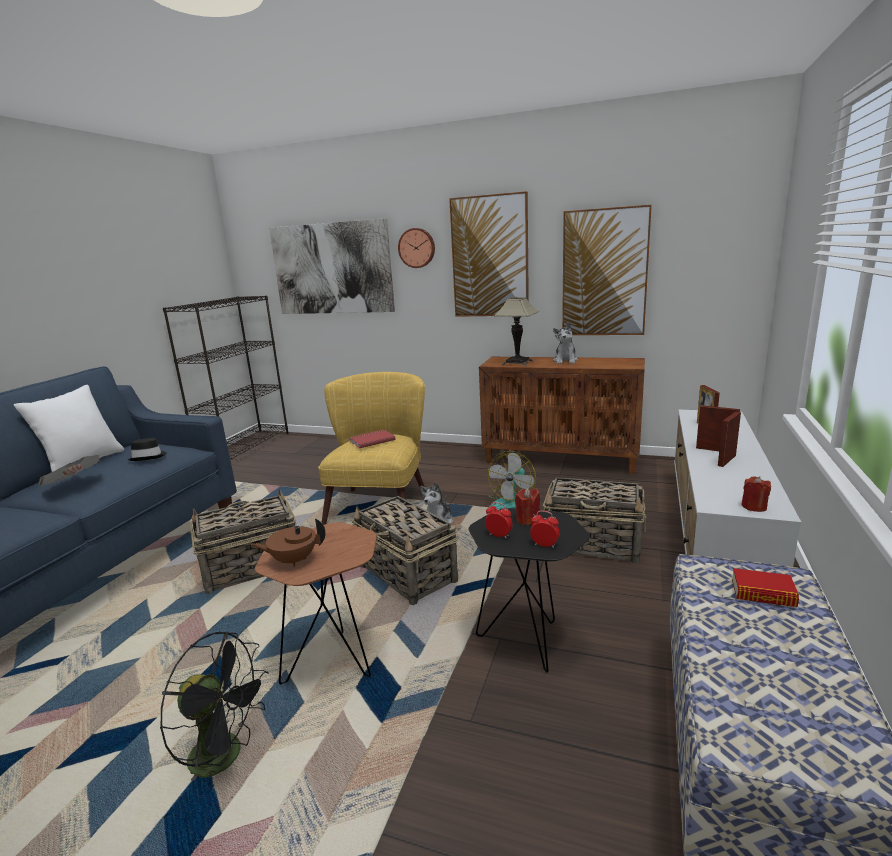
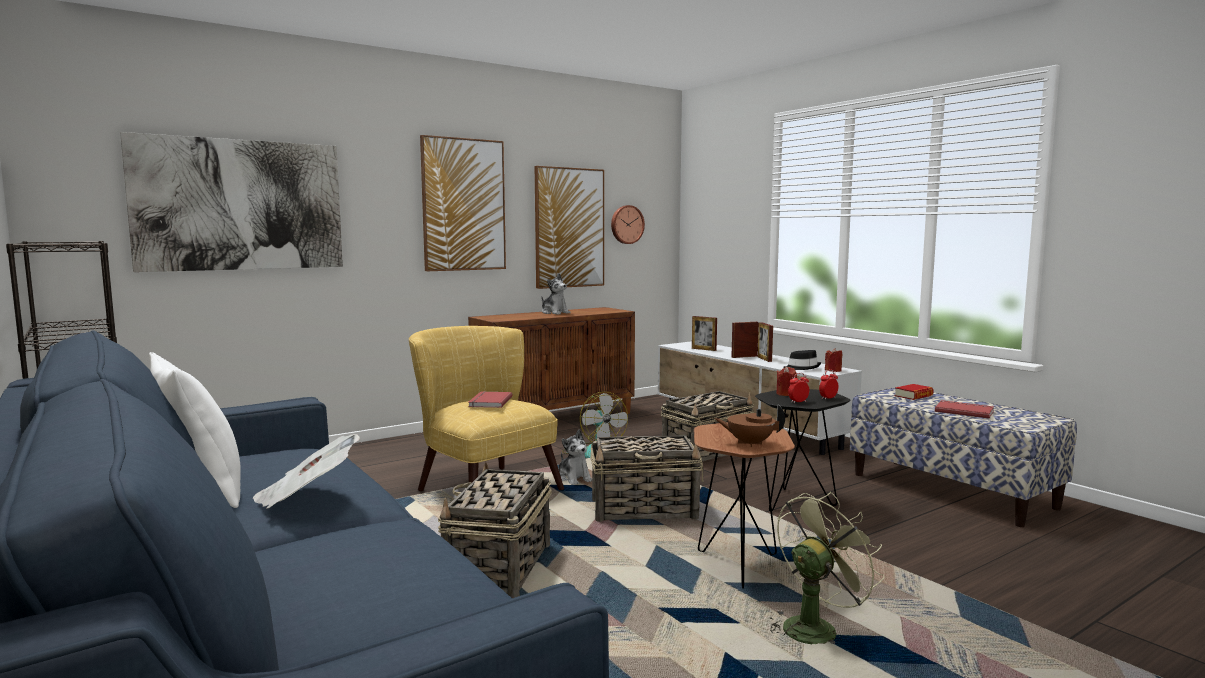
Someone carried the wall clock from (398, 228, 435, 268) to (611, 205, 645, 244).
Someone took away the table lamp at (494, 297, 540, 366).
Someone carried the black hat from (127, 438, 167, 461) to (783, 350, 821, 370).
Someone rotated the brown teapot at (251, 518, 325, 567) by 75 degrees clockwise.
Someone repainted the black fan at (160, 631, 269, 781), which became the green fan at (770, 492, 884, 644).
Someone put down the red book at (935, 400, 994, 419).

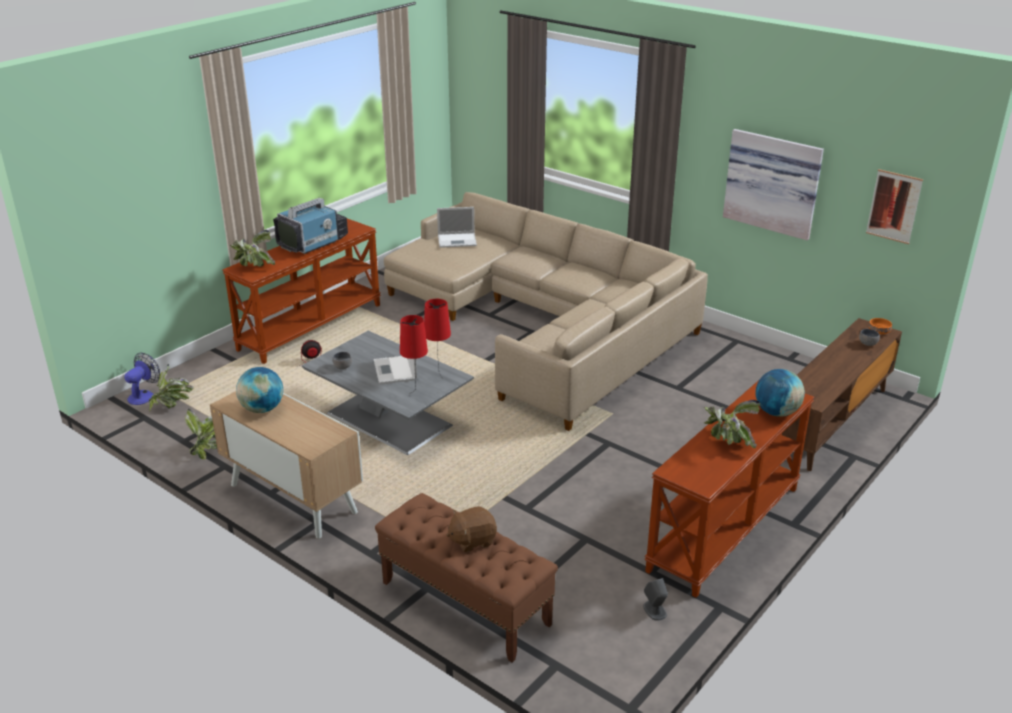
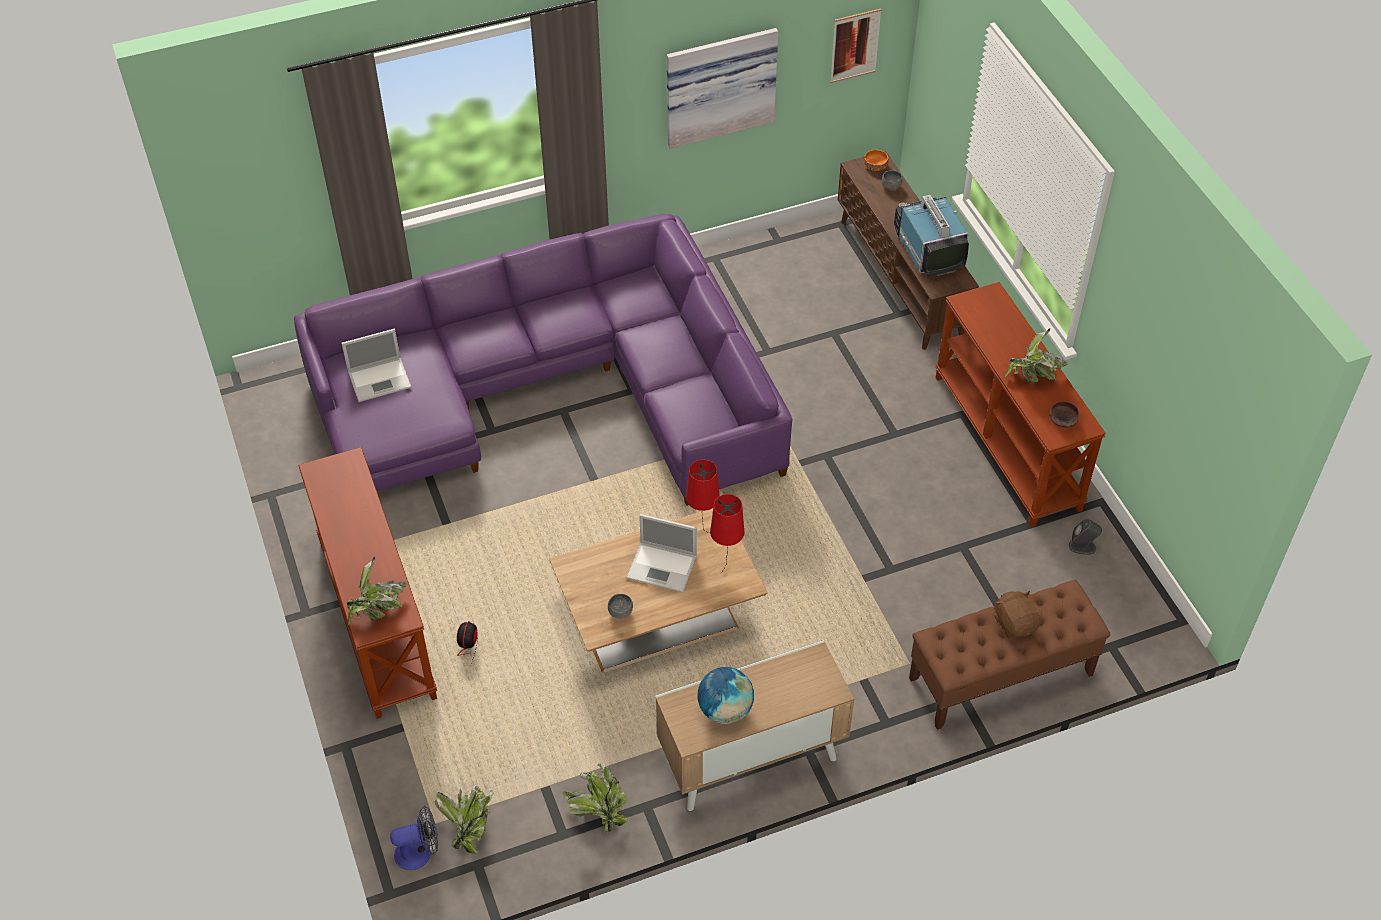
Someone repainted the beige sofa at (384, 192, 708, 431), which became the purple sofa at (294, 214, 793, 506).
Someone carried the television from (273, 198, 348, 254) to (894, 195, 969, 276).
Someone rotated the laptop at (437, 207, 477, 248) by 45 degrees clockwise.
Someone repainted the grey coffee table at (302, 331, 474, 455), which became the brown coffee table at (549, 508, 768, 673).
Someone rotated the fan at (124, 352, 160, 405) by 105 degrees clockwise.
Someone took away the globe at (755, 369, 805, 417).
Someone rotated the brown plush toy at (446, 506, 497, 553) by 150 degrees clockwise.
Someone put down the brown bowl at (1050, 401, 1079, 428).

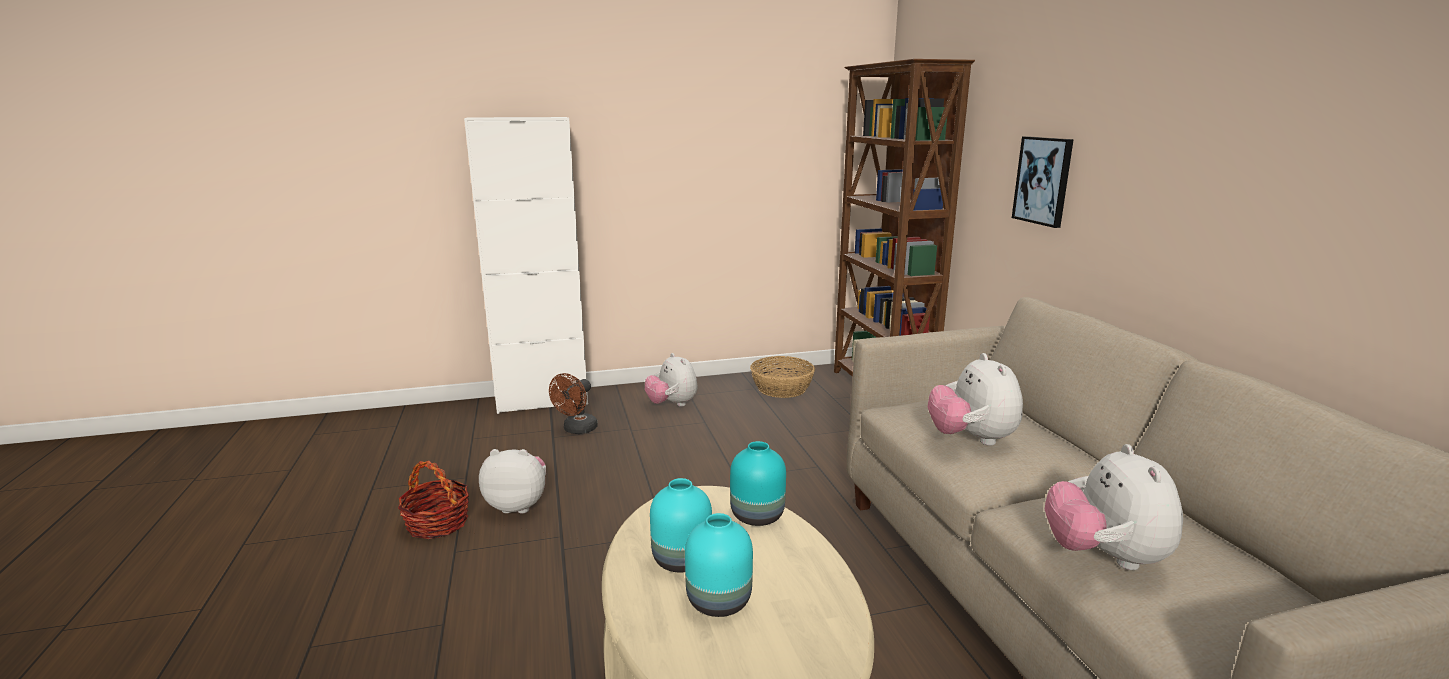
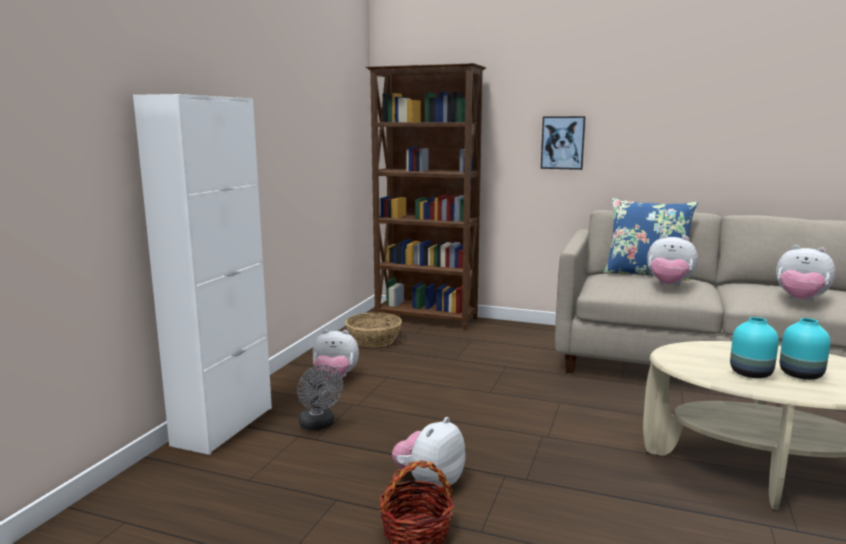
Someone repainted the brown fan at (549, 373, 598, 434), which became the grey fan at (297, 365, 343, 430).
Someone took away the turquoise vase at (730, 441, 786, 526).
Someone put down the blue pillow at (603, 198, 698, 281).

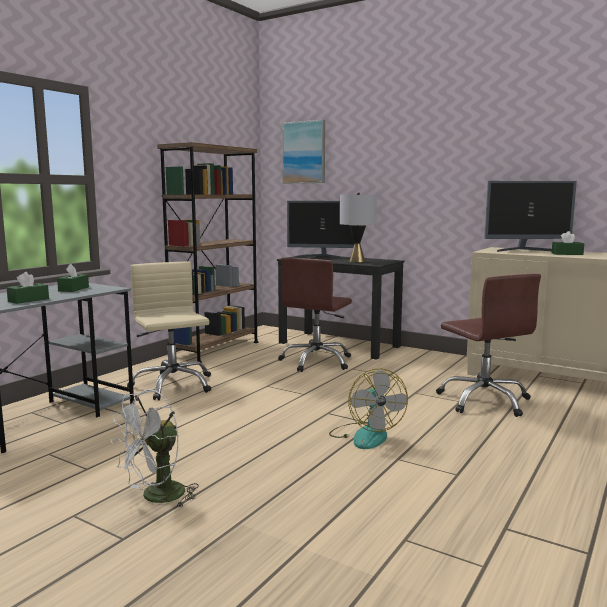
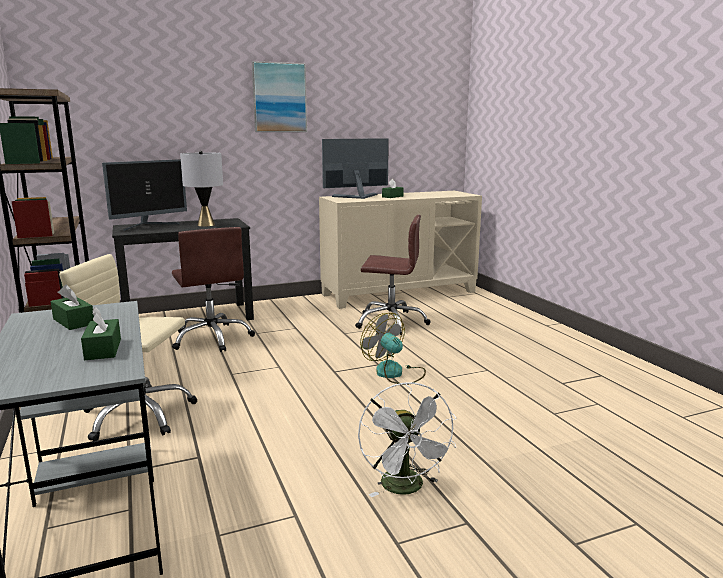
Someone carried the picture from (282, 120, 325, 183) to (252, 61, 307, 132).
Someone rotated the monitor at (485, 181, 577, 252) by 150 degrees counterclockwise.
Someone rotated the fan at (329, 369, 408, 449) by 150 degrees counterclockwise.

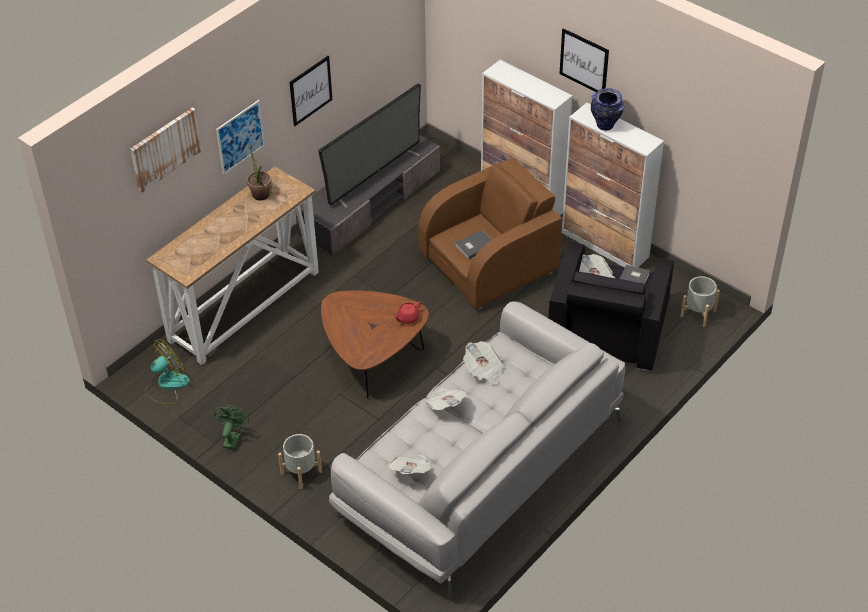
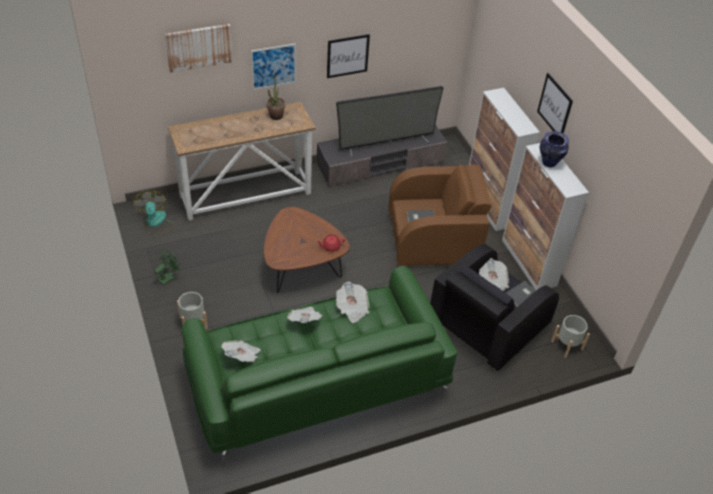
Someone repainted the grey sofa at (329, 301, 625, 597), which became the green sofa at (182, 266, 458, 468).
Someone rotated the fan at (145, 339, 190, 404) by 90 degrees counterclockwise.

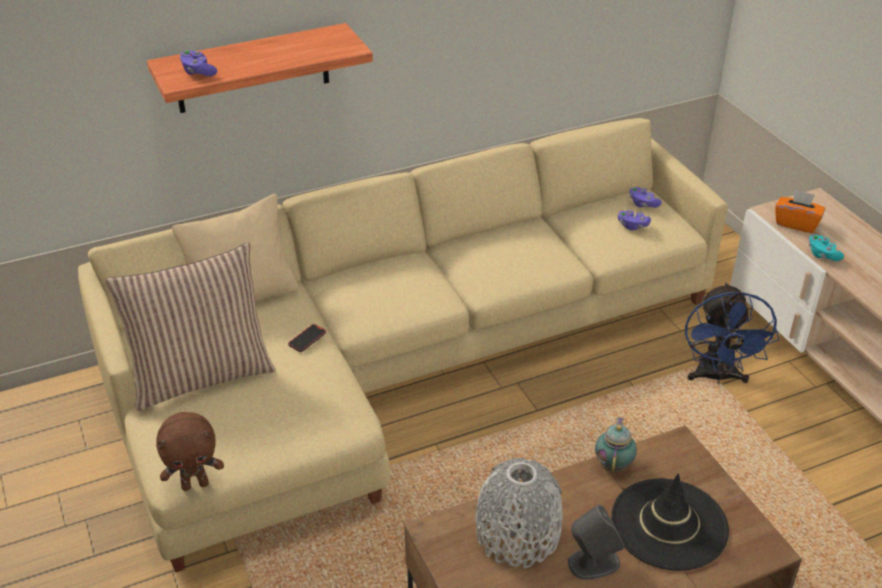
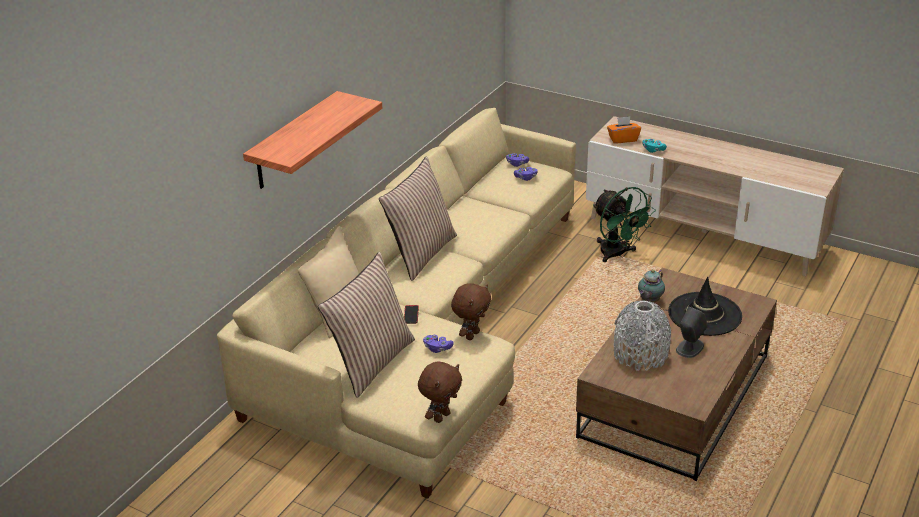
Someone carried the purple game controller from (180, 50, 217, 76) to (423, 335, 454, 353).
Someone repainted the blue fan at (685, 282, 780, 384), which became the green fan at (593, 187, 656, 262).
Someone rotated the teapot at (595, 417, 637, 473) by 120 degrees counterclockwise.
Someone put down the pillow at (379, 157, 457, 281).
Someone put down the brown plush toy at (451, 283, 491, 340).

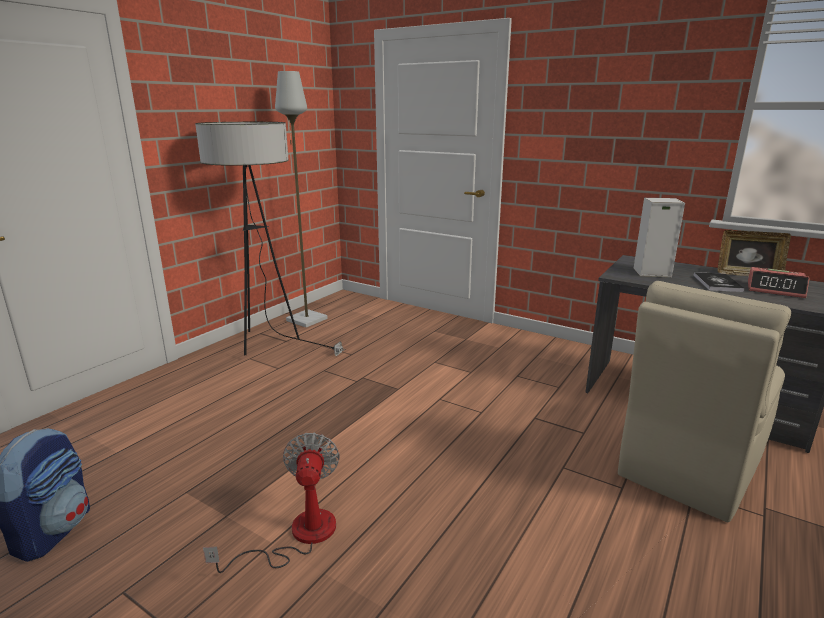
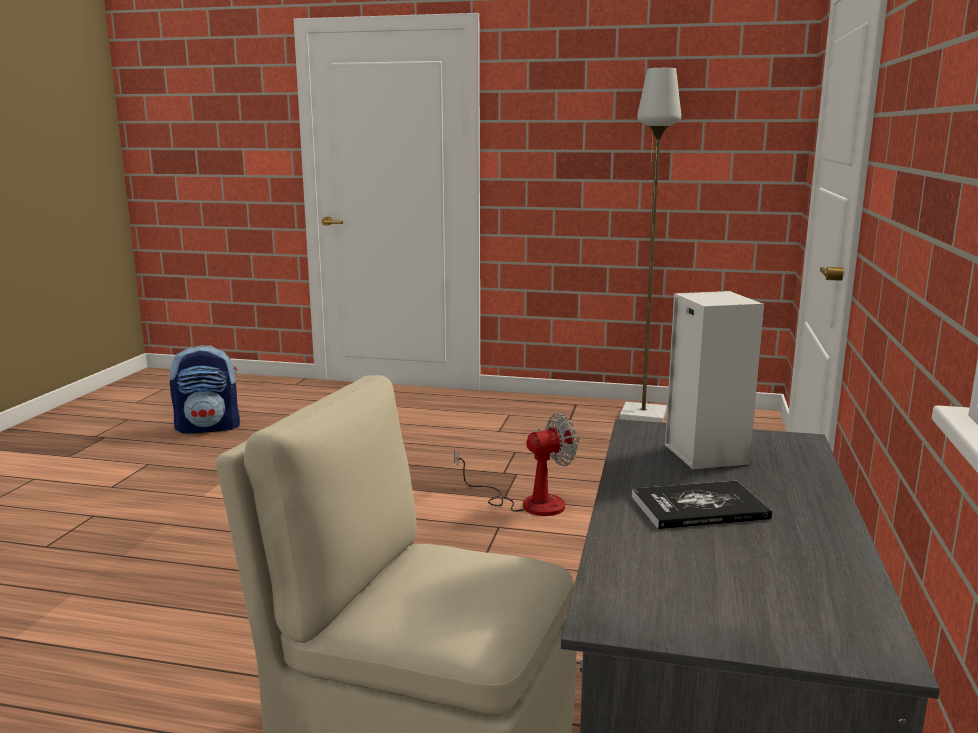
Someone took away the floor lamp at (195, 122, 346, 356).
Someone took away the picture frame at (718, 230, 791, 276).
Someone took away the alarm clock at (748, 267, 810, 298).
Someone carried the fan from (203, 433, 340, 573) to (454, 413, 578, 516).

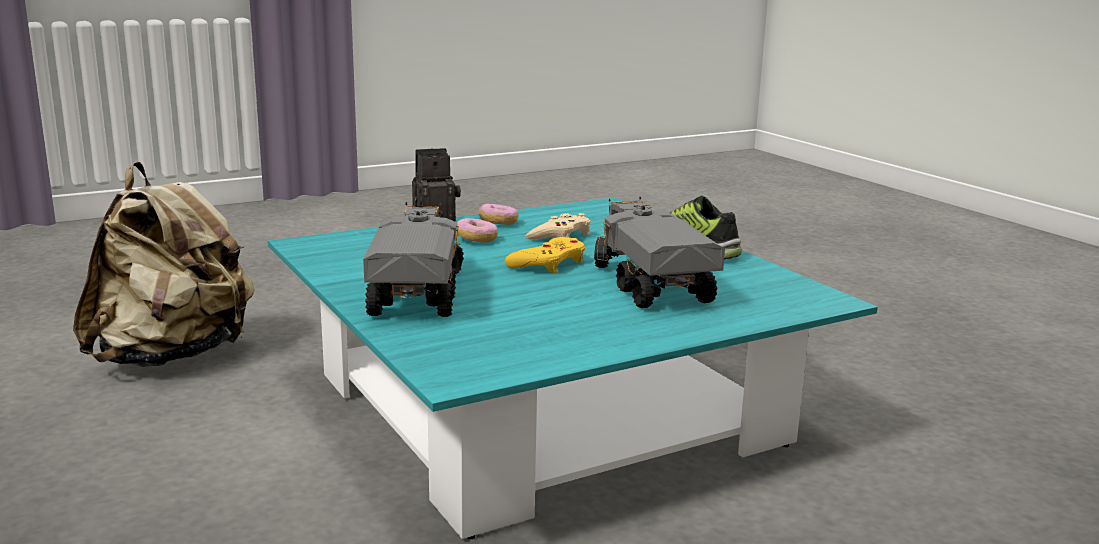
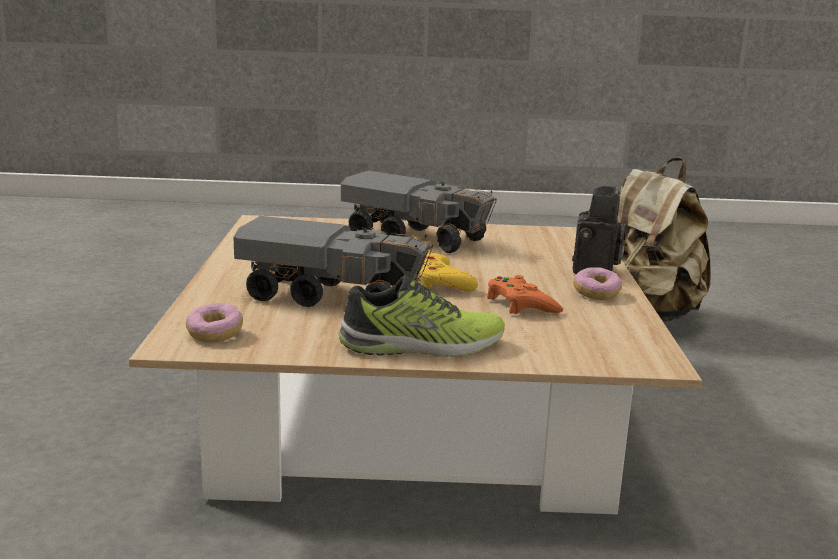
Someone repainted the turquoise coffee table at (268, 197, 878, 539), which became the beige coffee table at (129, 215, 702, 514).
Someone repainted the beige game controller at (526, 213, 591, 240), which became the orange game controller at (487, 275, 563, 314).
Someone carried the donut from (456, 218, 498, 243) to (186, 303, 243, 342).

